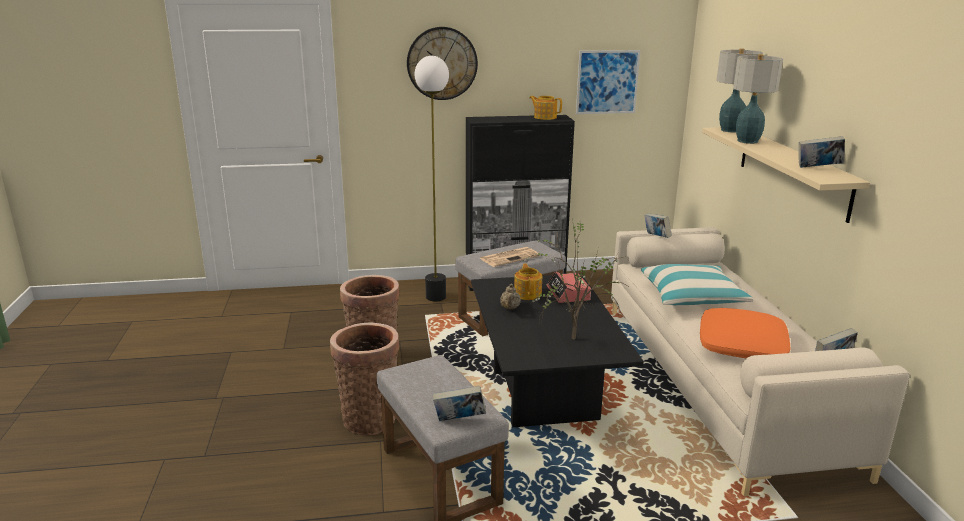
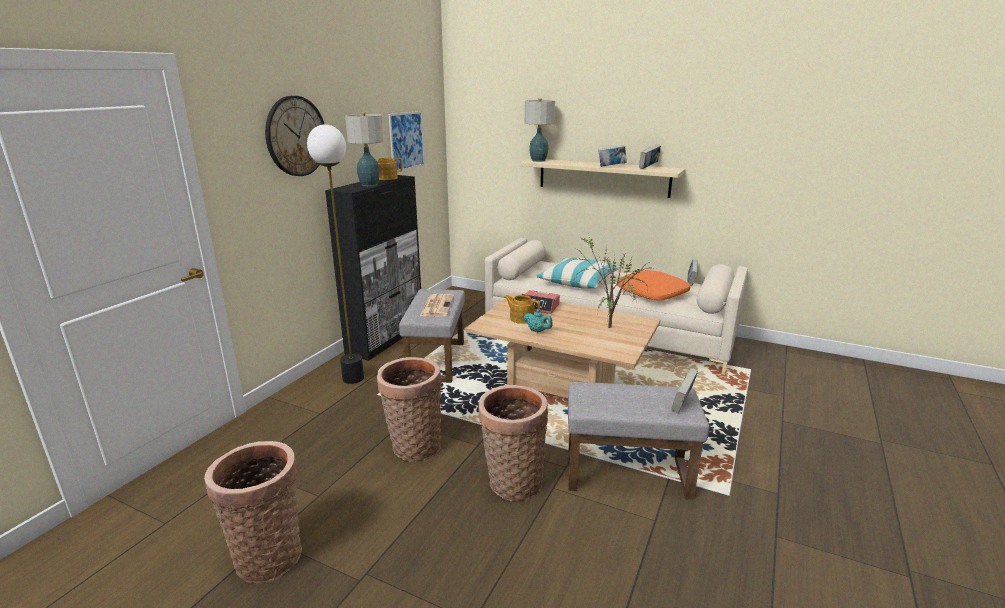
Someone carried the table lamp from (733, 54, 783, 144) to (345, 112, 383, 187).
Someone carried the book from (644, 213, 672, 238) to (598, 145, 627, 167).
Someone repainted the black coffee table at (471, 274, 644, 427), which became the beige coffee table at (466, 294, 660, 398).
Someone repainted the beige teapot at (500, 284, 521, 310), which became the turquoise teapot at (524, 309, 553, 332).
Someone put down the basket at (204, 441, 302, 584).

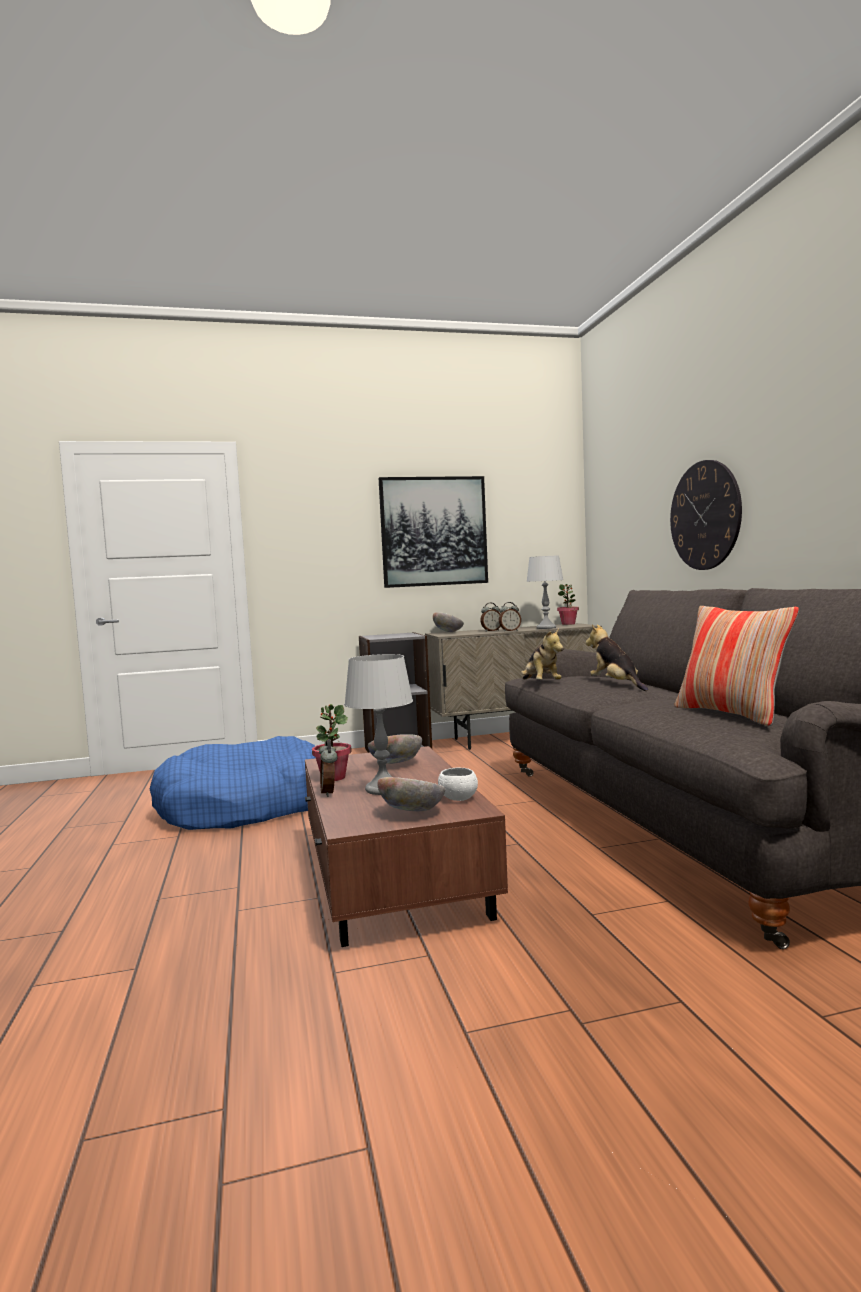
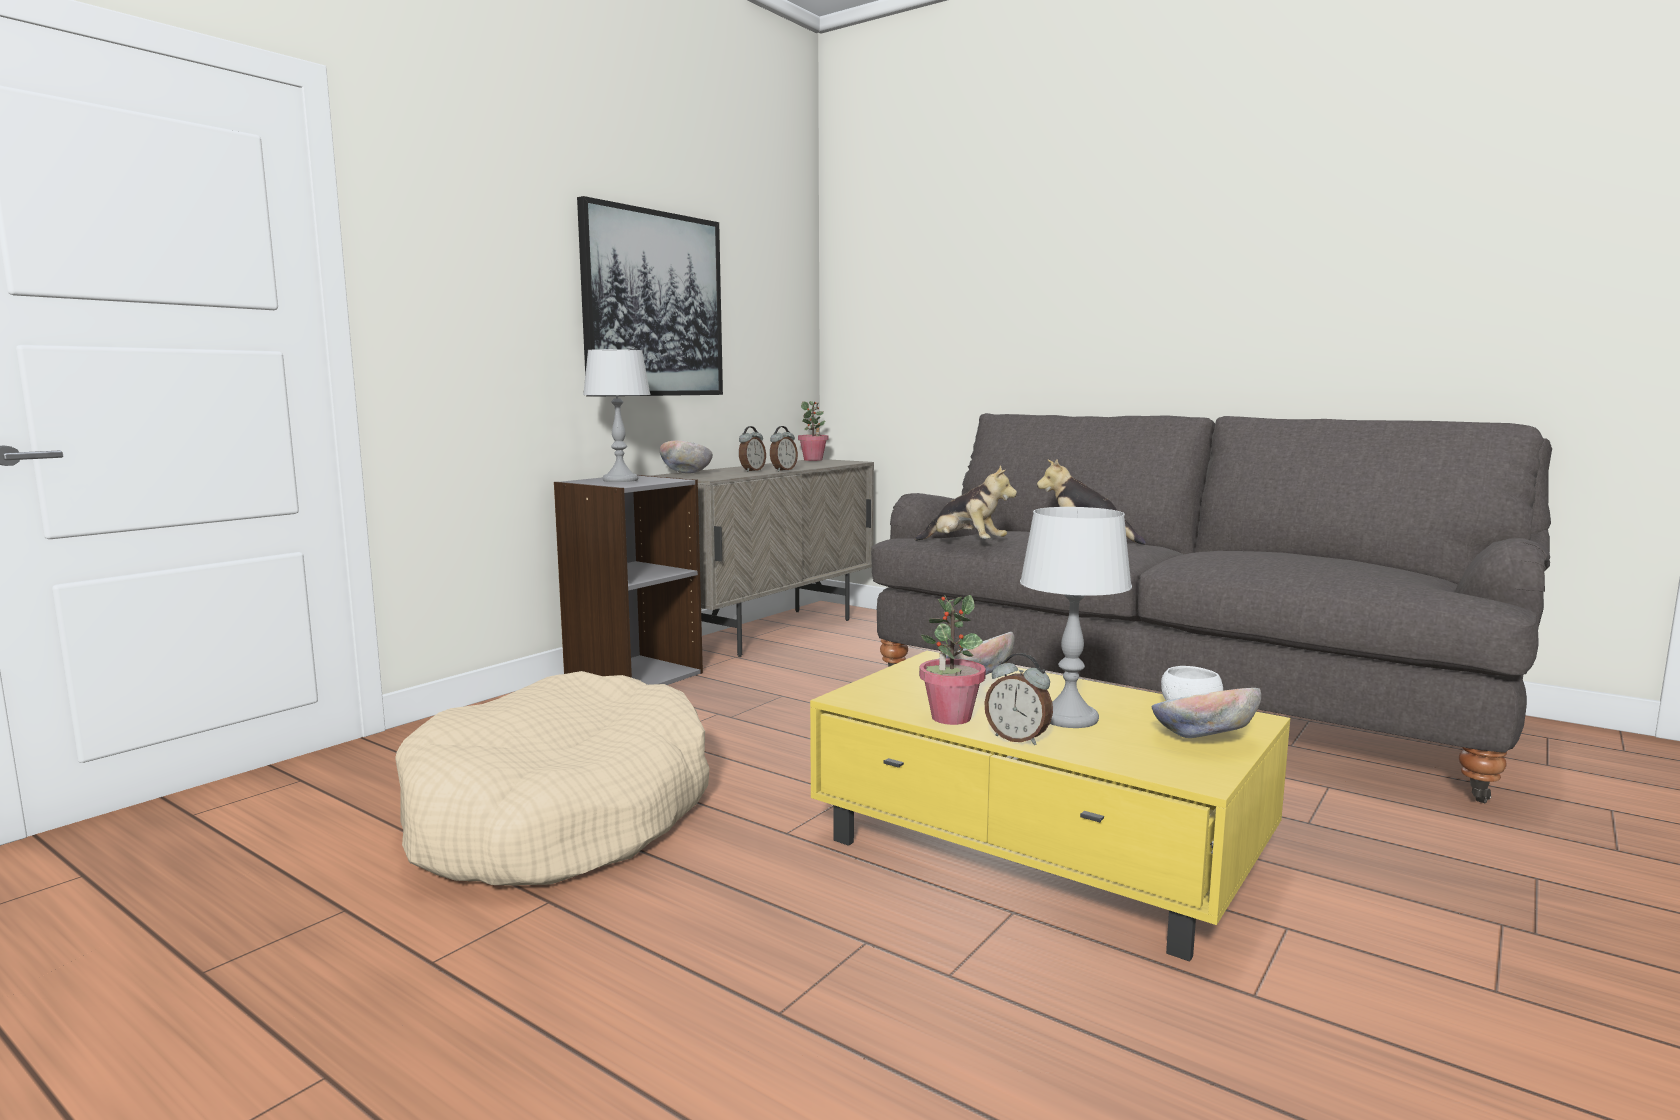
Someone took away the wall clock at (670, 460, 742, 570).
Someone carried the grey table lamp from (526, 556, 563, 629) to (583, 349, 651, 482).
Someone took away the pillow at (675, 606, 799, 726).
Someone repainted the blue dog bed at (150, 736, 316, 830), which became the beige dog bed at (395, 671, 709, 886).
Someone repainted the brown coffee table at (305, 746, 508, 947), which became the yellow coffee table at (810, 651, 1290, 962).

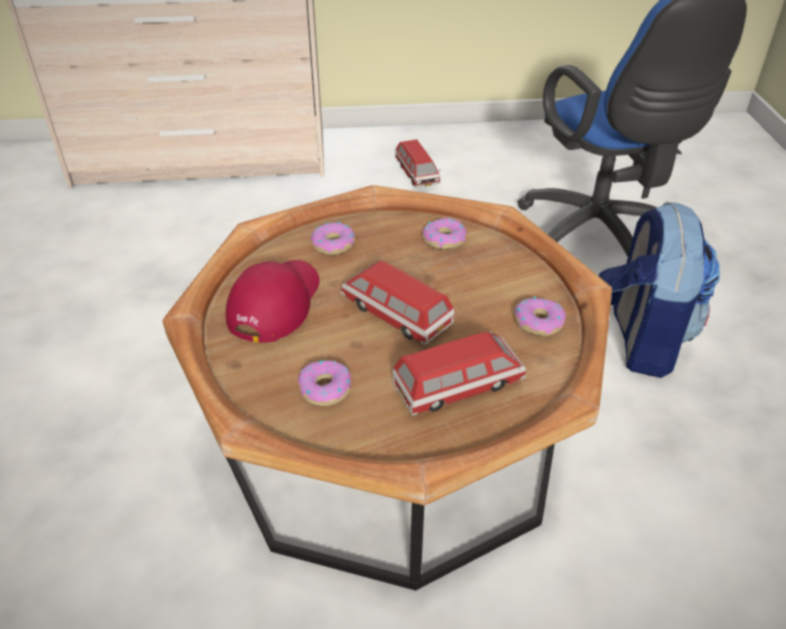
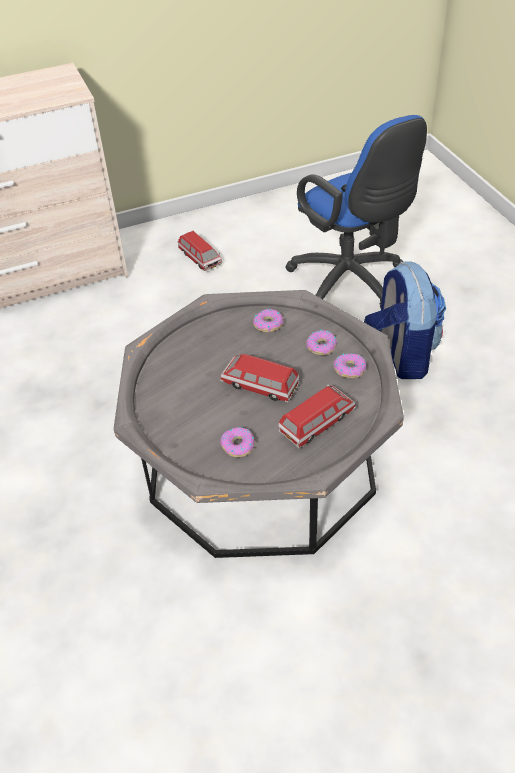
Someone repainted the brown coffee table at (162, 185, 612, 591), which became the grey coffee table at (114, 290, 404, 558).
Someone carried the donut from (310, 221, 355, 255) to (306, 330, 337, 355).
Someone took away the red cap at (226, 260, 320, 343).

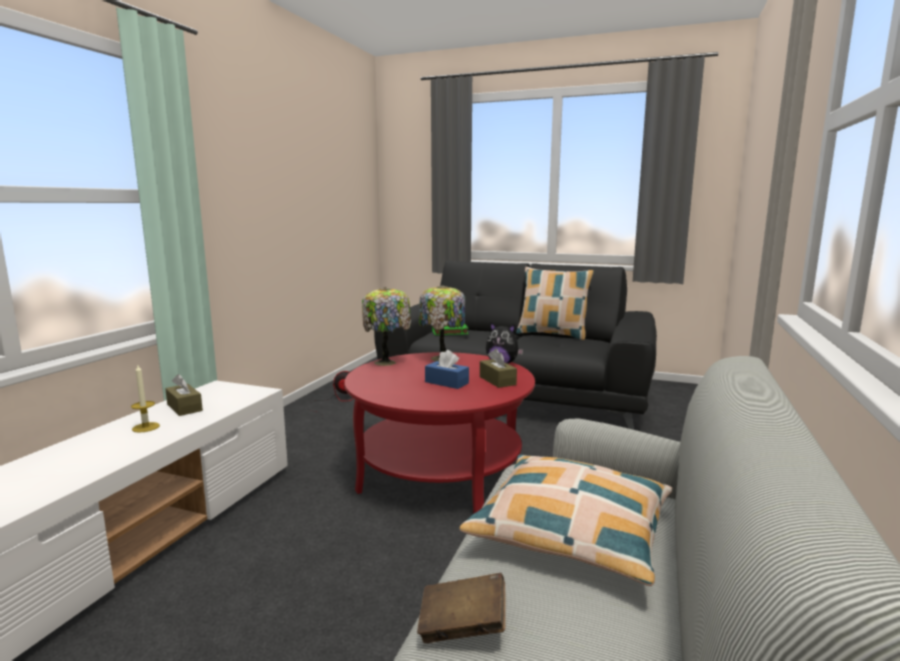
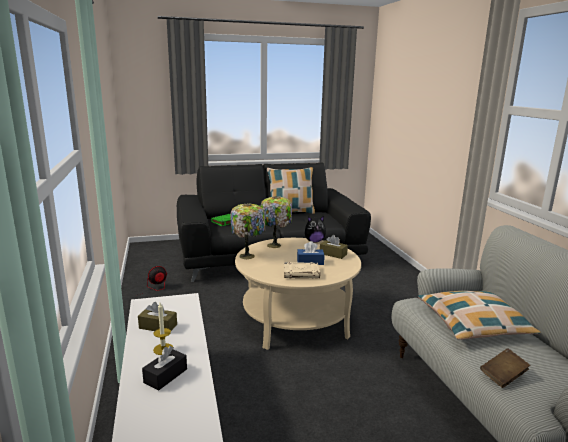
Someone repainted the red coffee table at (344, 352, 535, 514), which became the beige coffee table at (235, 238, 361, 350).
Someone put down the beige book at (284, 262, 320, 279).
Someone put down the black tissue box at (142, 346, 187, 391).

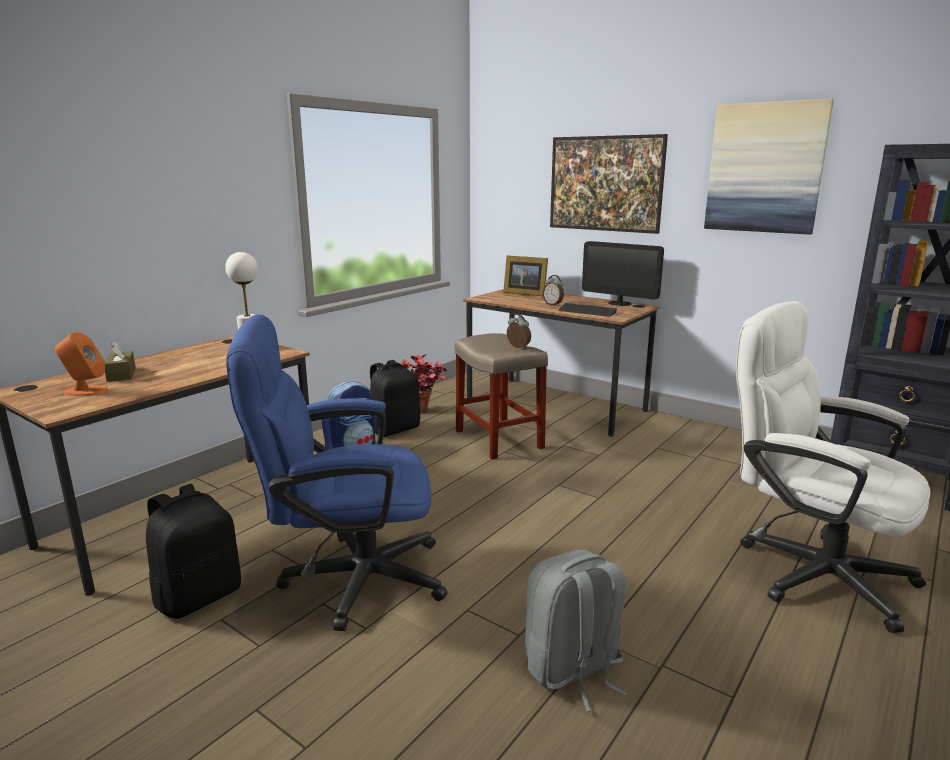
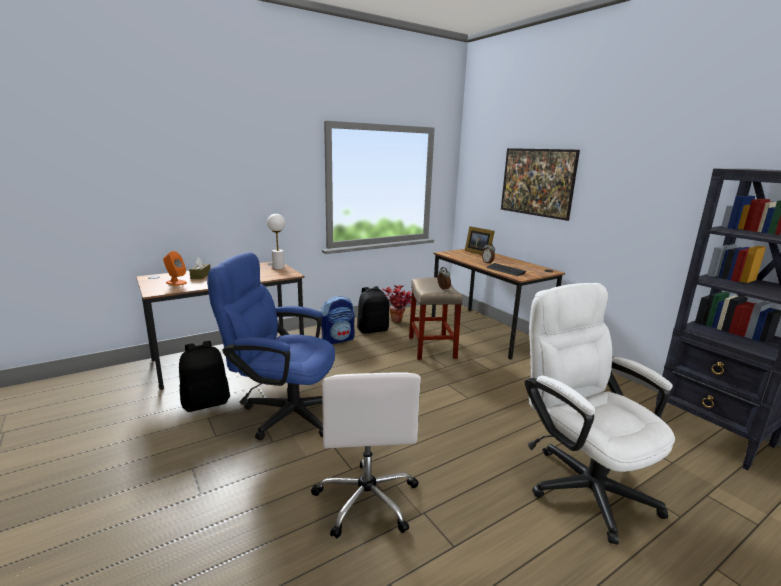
Someone took away the picture at (704, 98, 834, 235).
Someone took away the monitor at (582, 241, 664, 306).
Someone swapped the grey backpack at (525, 549, 628, 712) for the white office chair at (311, 372, 421, 538).

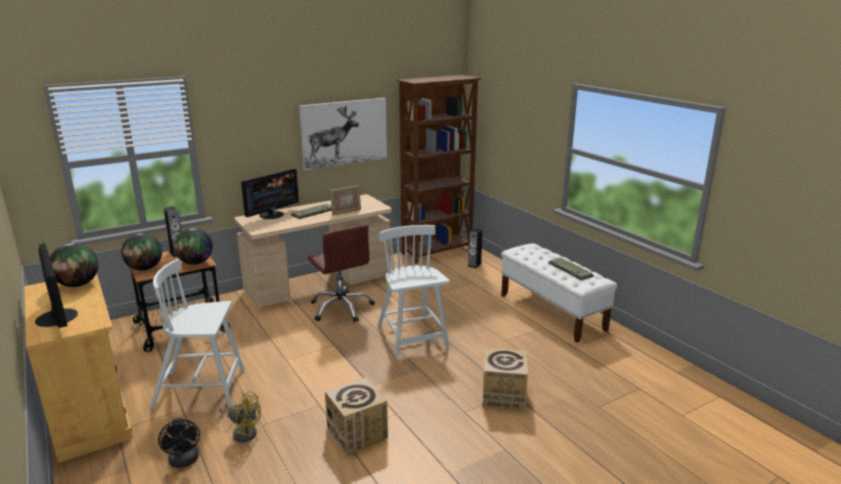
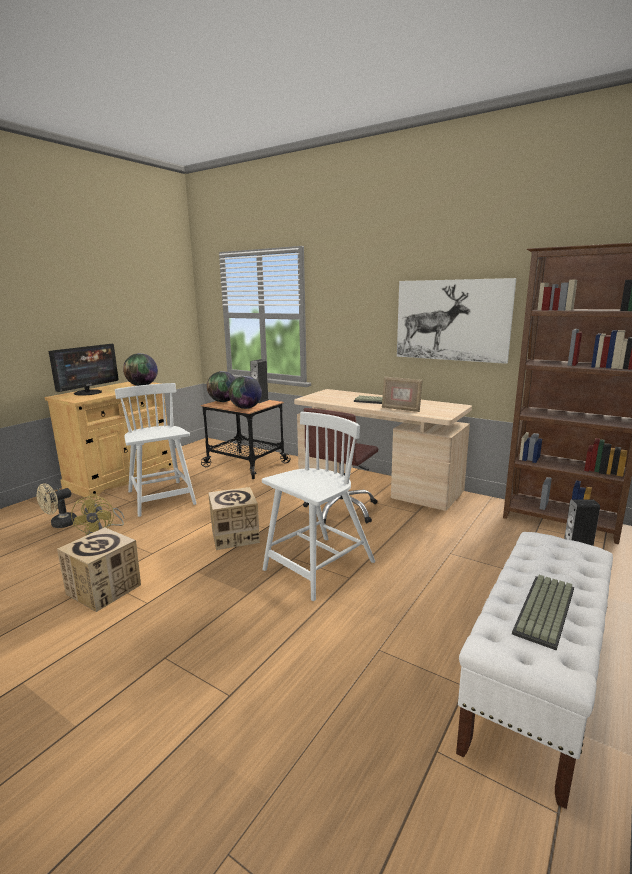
Someone took away the monitor at (241, 169, 299, 219).
Someone carried the cardboard box from (483, 348, 528, 411) to (208, 487, 260, 550).
Someone repainted the black fan at (158, 417, 200, 468), which became the beige fan at (37, 483, 77, 528).

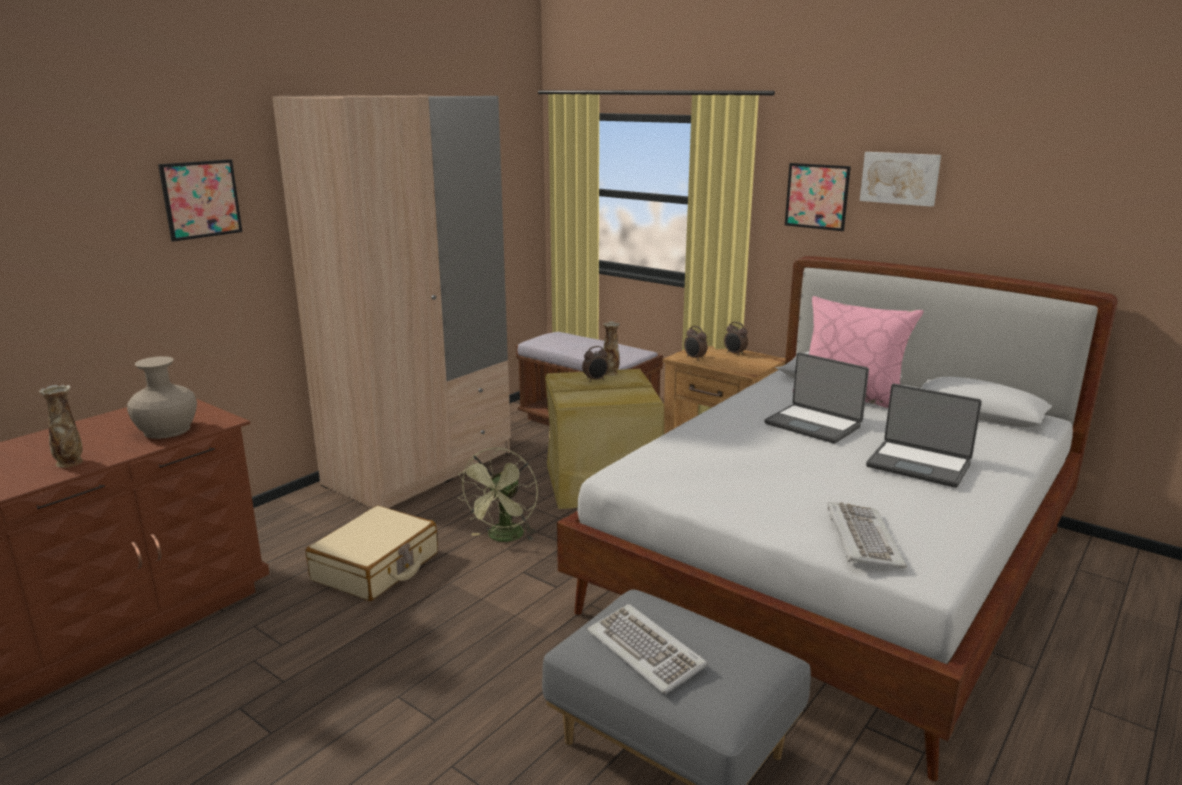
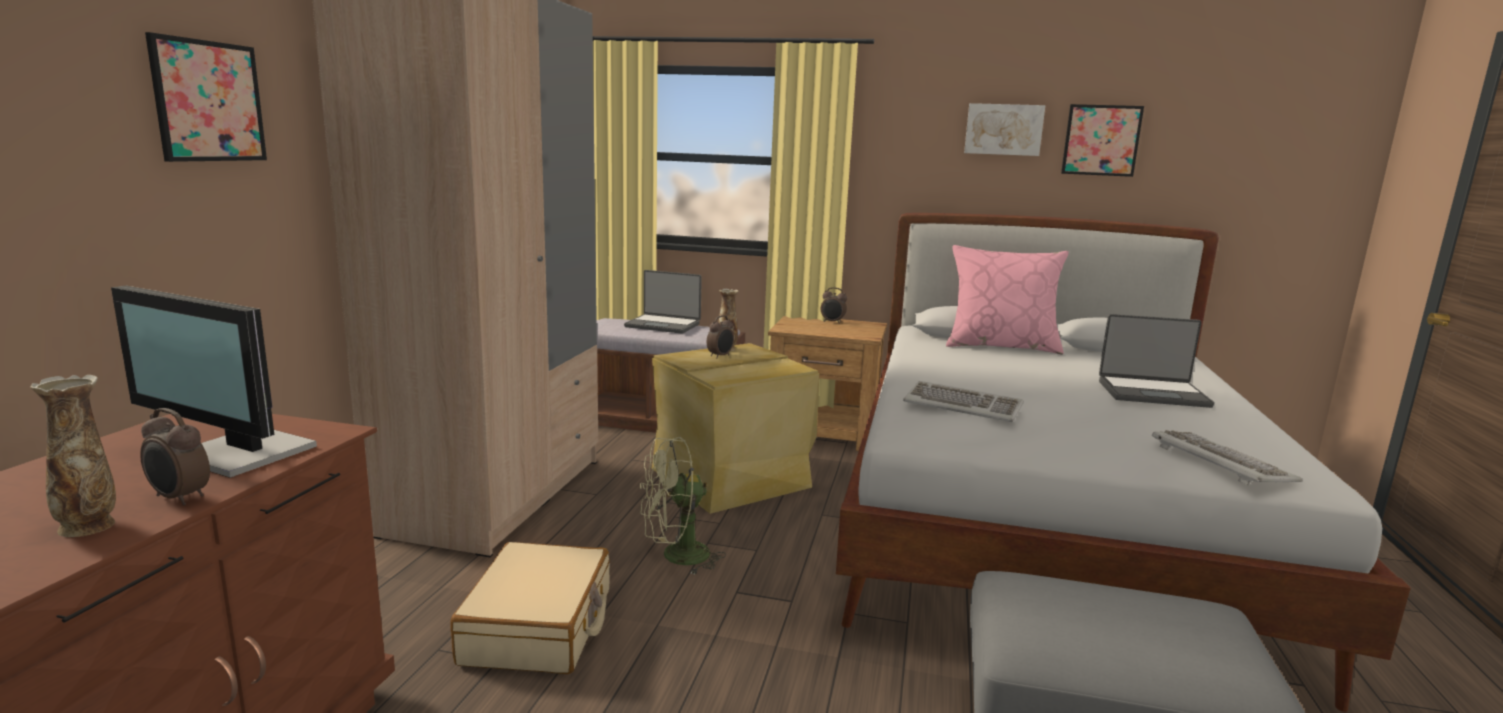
Someone carried the picture from (785, 163, 851, 231) to (1061, 104, 1144, 177).
Someone carried the alarm clock from (684, 326, 708, 361) to (140, 408, 210, 506).
Someone carried the laptop from (765, 352, 869, 444) to (624, 270, 702, 334).
Someone swapped the beige vase at (127, 356, 197, 439) for the monitor at (111, 286, 317, 478).
Someone rotated the green fan at (457, 447, 538, 542) by 75 degrees clockwise.
Someone carried the keyboard from (587, 604, 708, 694) to (903, 381, 1024, 422).

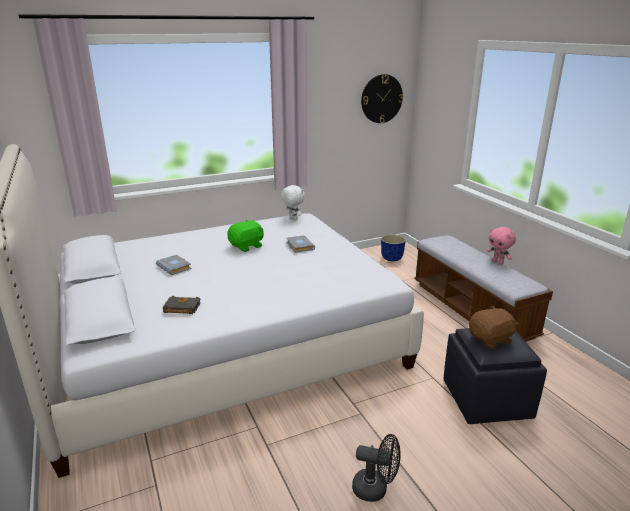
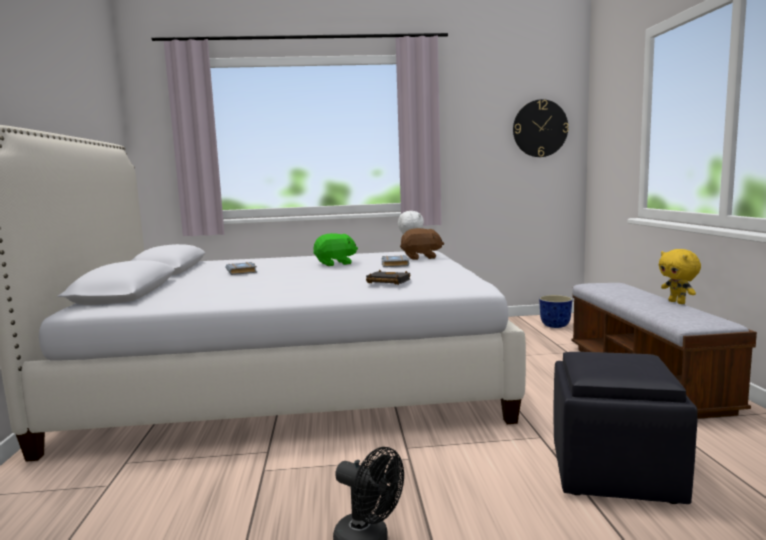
Someone repainted the pink plush toy at (487, 227, 516, 264), which became the yellow plush toy at (659, 249, 701, 304).
Someone carried the black book from (163, 296, 201, 314) to (366, 270, 410, 285).
Someone carried the brown plush toy from (469, 305, 518, 349) to (400, 228, 444, 260).

